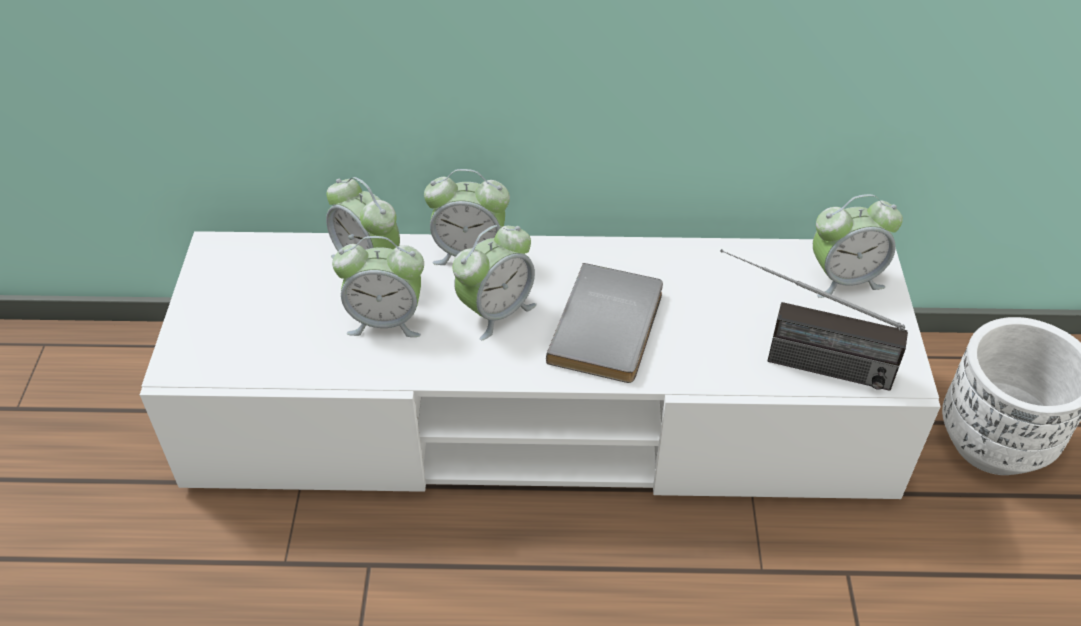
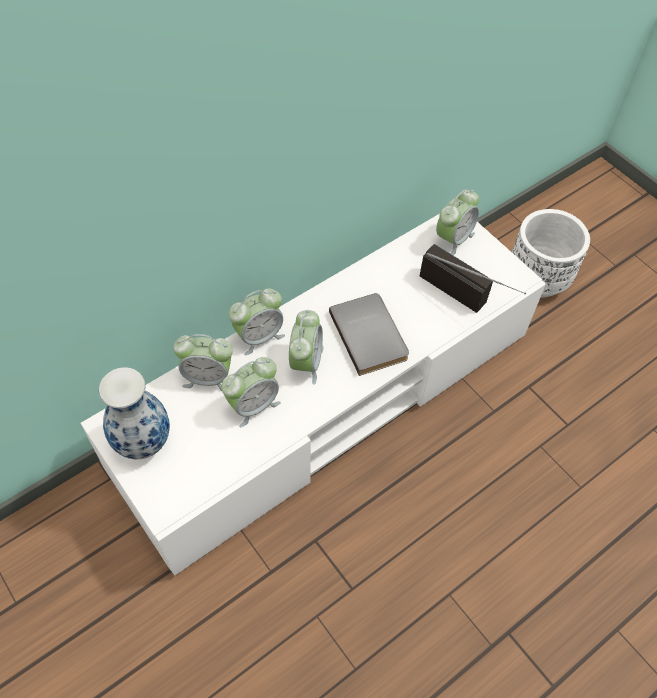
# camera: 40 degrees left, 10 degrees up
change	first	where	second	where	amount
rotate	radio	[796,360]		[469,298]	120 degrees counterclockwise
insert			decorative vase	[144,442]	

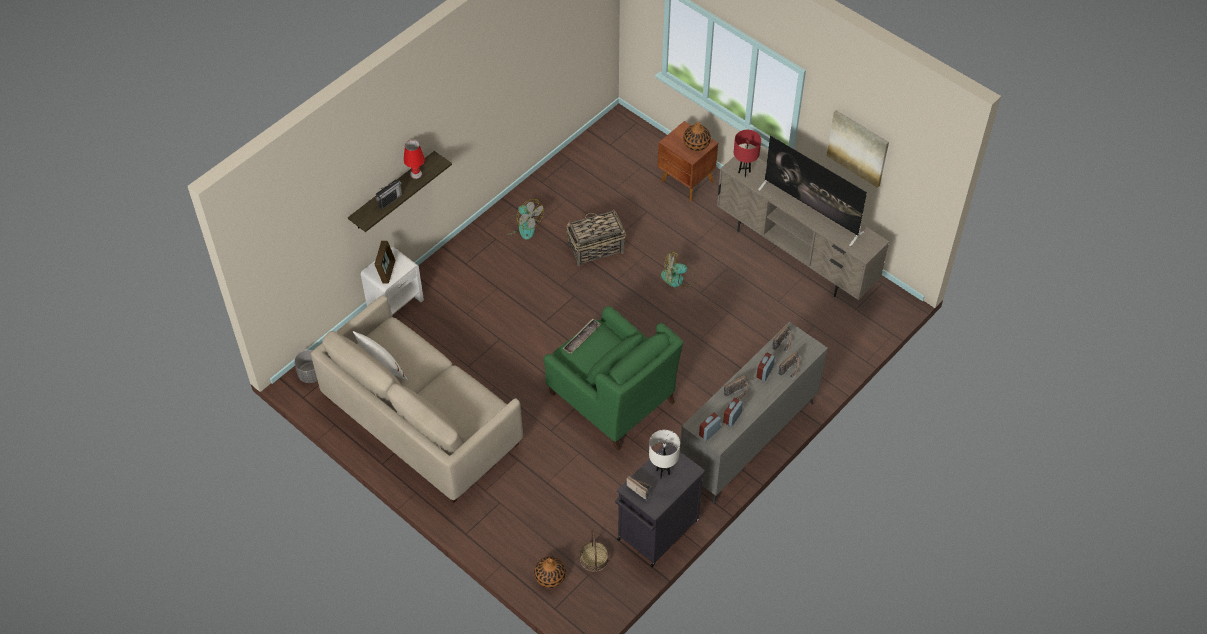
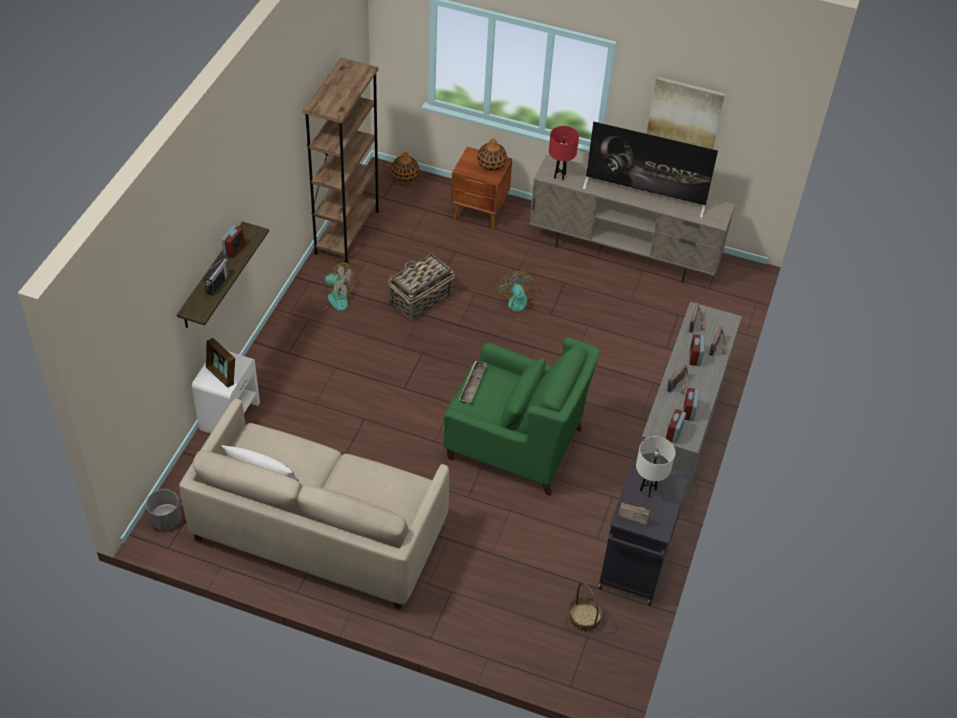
# camera: 25 degrees left, 5 degrees down
change	first	where	second	where	amount
rotate	photo frame	[386,271]		[222,375]	150 degrees clockwise
replace	red table lamp	[416,174]	alarm clock	[234,249]	
move	decorative vase	[550,577]		[405,176]	
rotate	electric fan	[678,278]		[520,307]	90 degrees clockwise
insert			brown-coloured bookshelf	[347,232]	

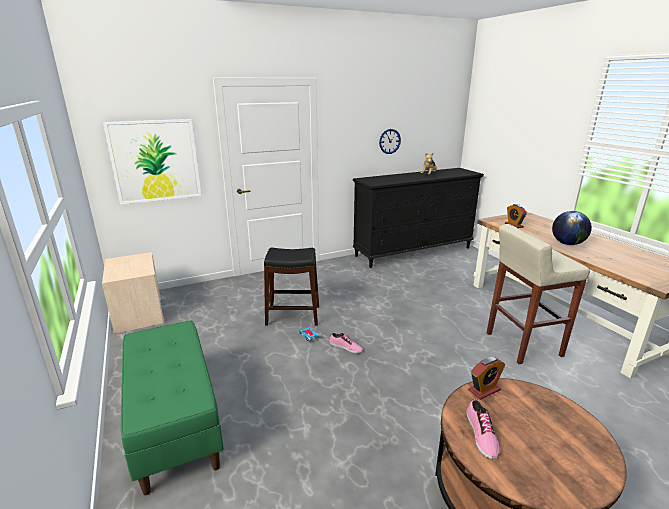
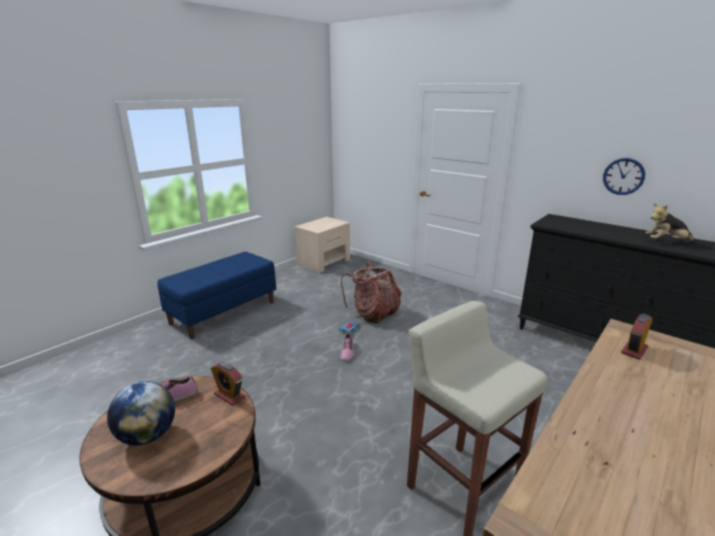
# camera: 65 degrees right, 0 degrees up
change	first	where	second	where	amount
delete	wall picture	[155,161]			
recolor	green-coloured indoor bench	[174,423]	bluish indoor bench	[224,312]	
replace	blackish stool seat	[293,315]	rucksack	[373,313]	
move	world globe	[567,244]		[147,435]	

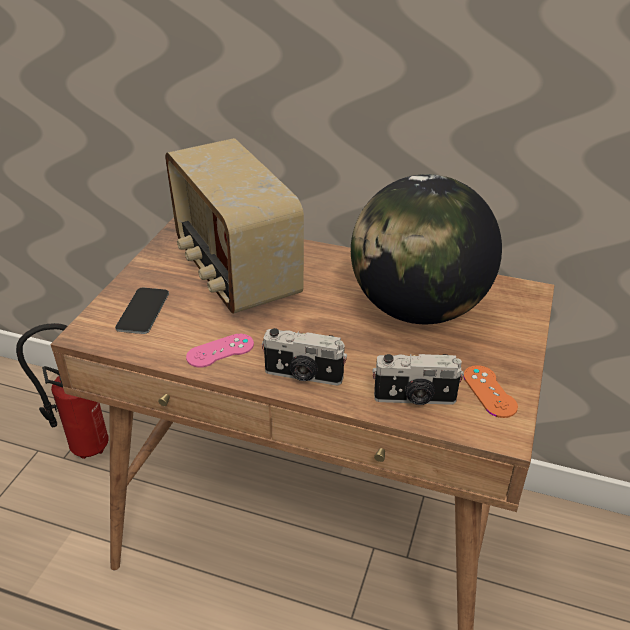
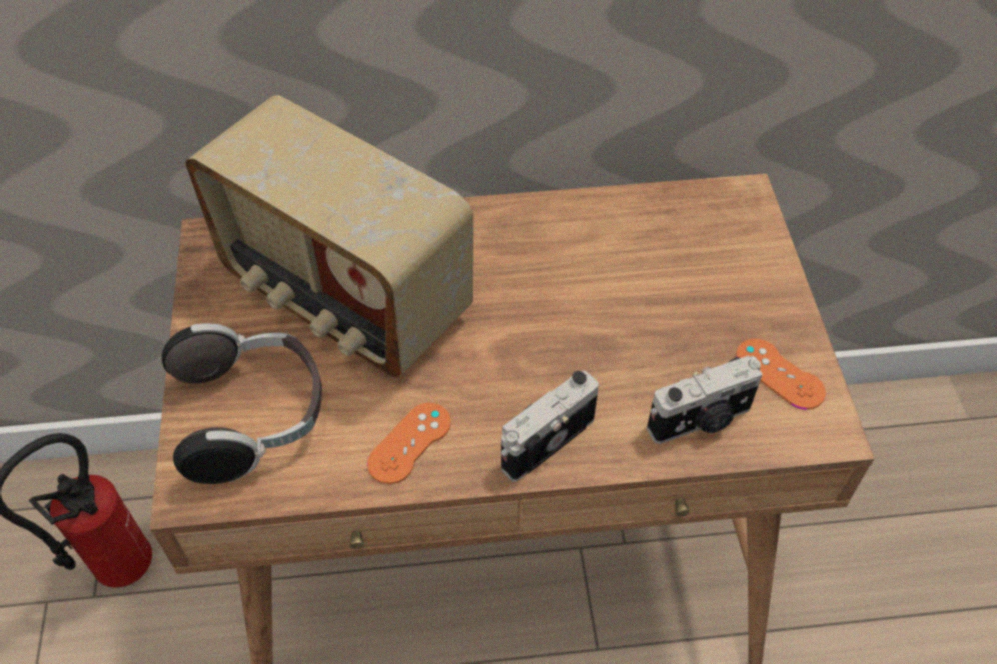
# camera: 25 degrees left, 15 degrees up
change	first	where	second	where	amount
replace	telephone	[143,311]	pair of headphones	[252,416]	
recolor	pinkish joypad	[220,351]	orange joypad	[409,443]	
rotate	still camera	[303,376]		[545,440]	150 degrees clockwise
delete	world globe	[418,309]			

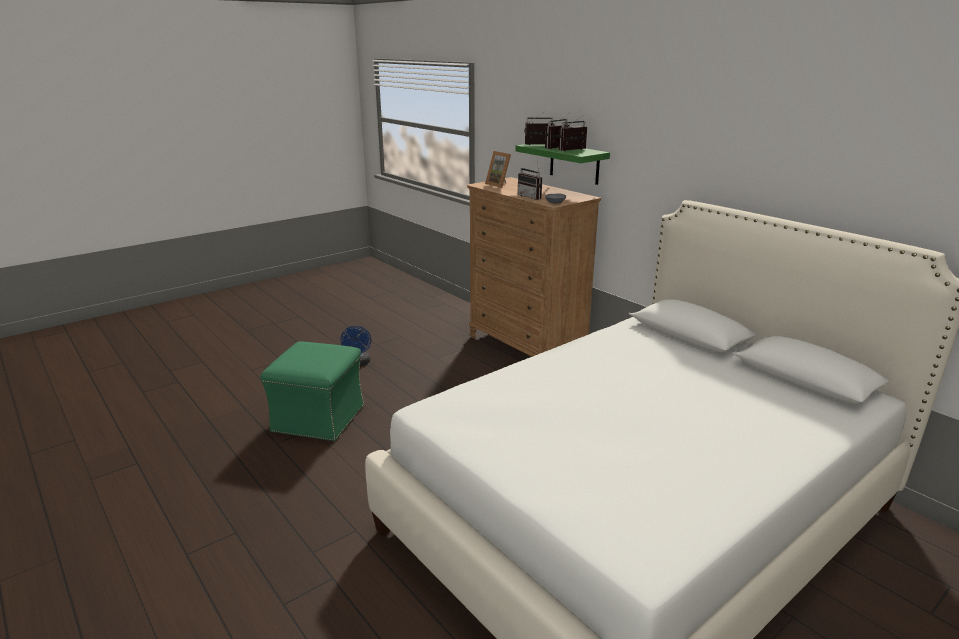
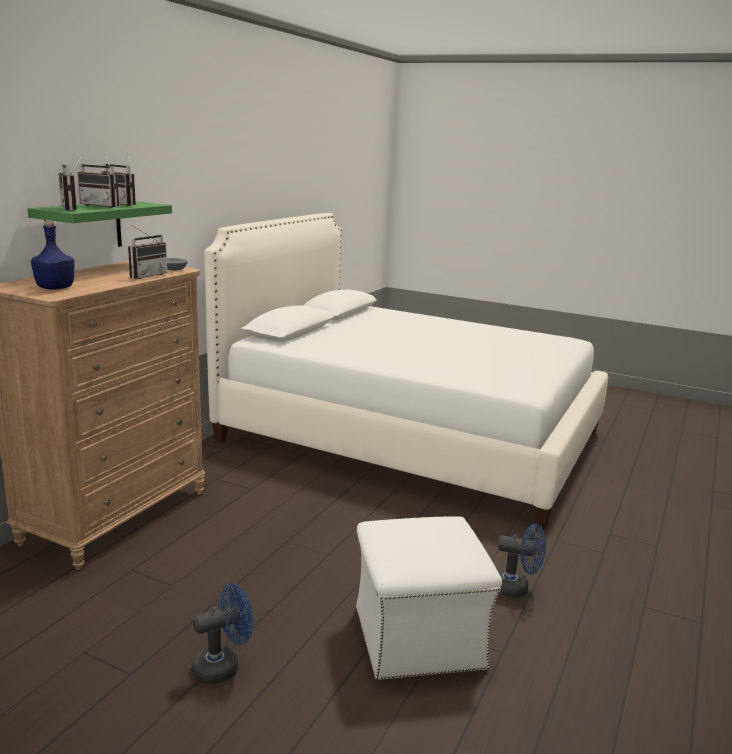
# camera: 115 degrees left, 5 degrees down
change	first	where	second	where	amount
recolor	green-coloured pouffe	[319,418]	white pouffe	[417,638]	
replace	photo frame	[500,185]	bluish bottle	[55,288]	
insert			bluish electric fan	[516,588]	

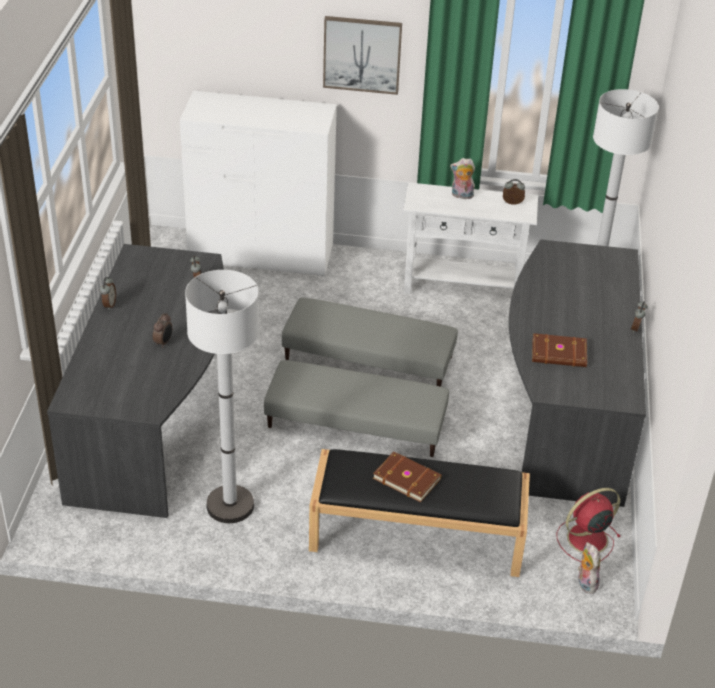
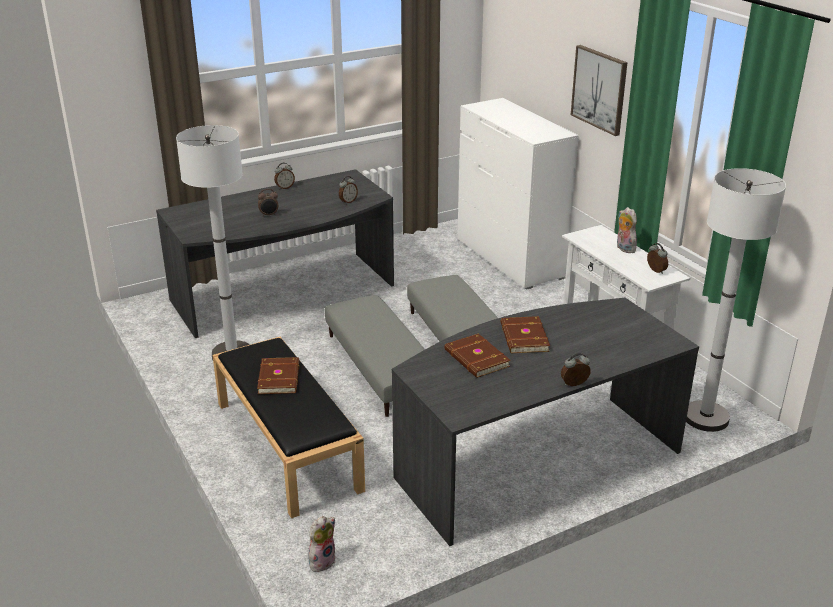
# camera: 55 degrees right, 10 degrees down
change	first	where	second	where	amount
delete	red electric fan	[585,539]			
insert			brown-coloured bound book	[523,338]	

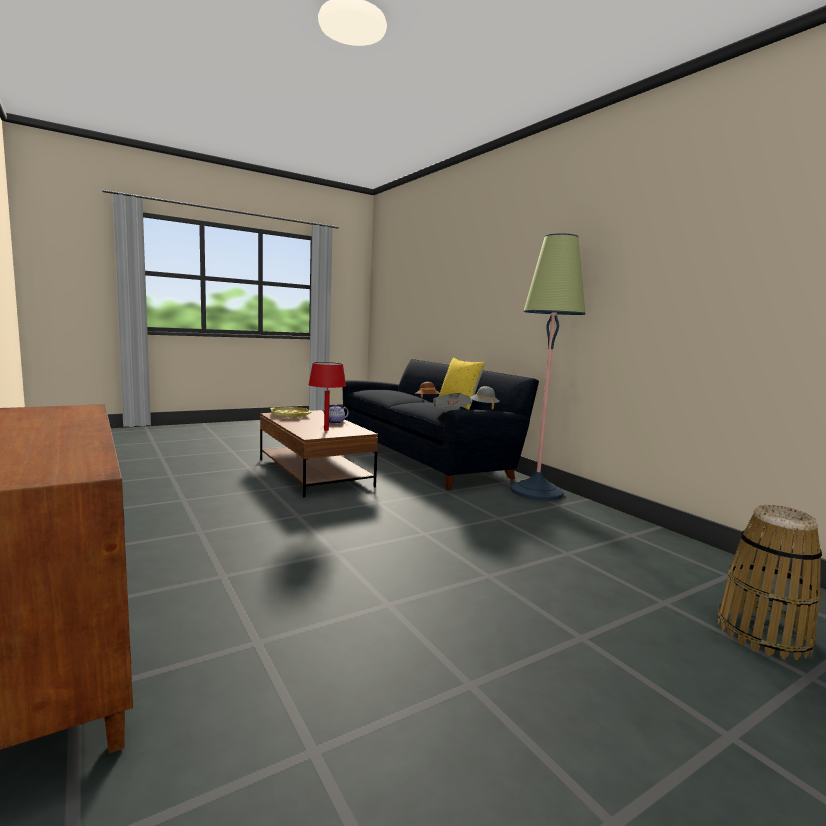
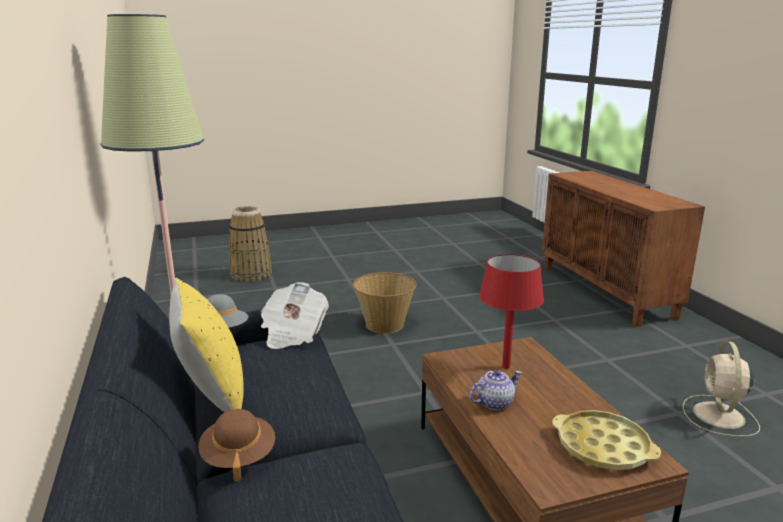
# camera: 165 degrees left, 10 degrees up
change	first	where	second	where	amount
insert			household basket	[384,324]	
insert			beige electric fan	[719,416]	

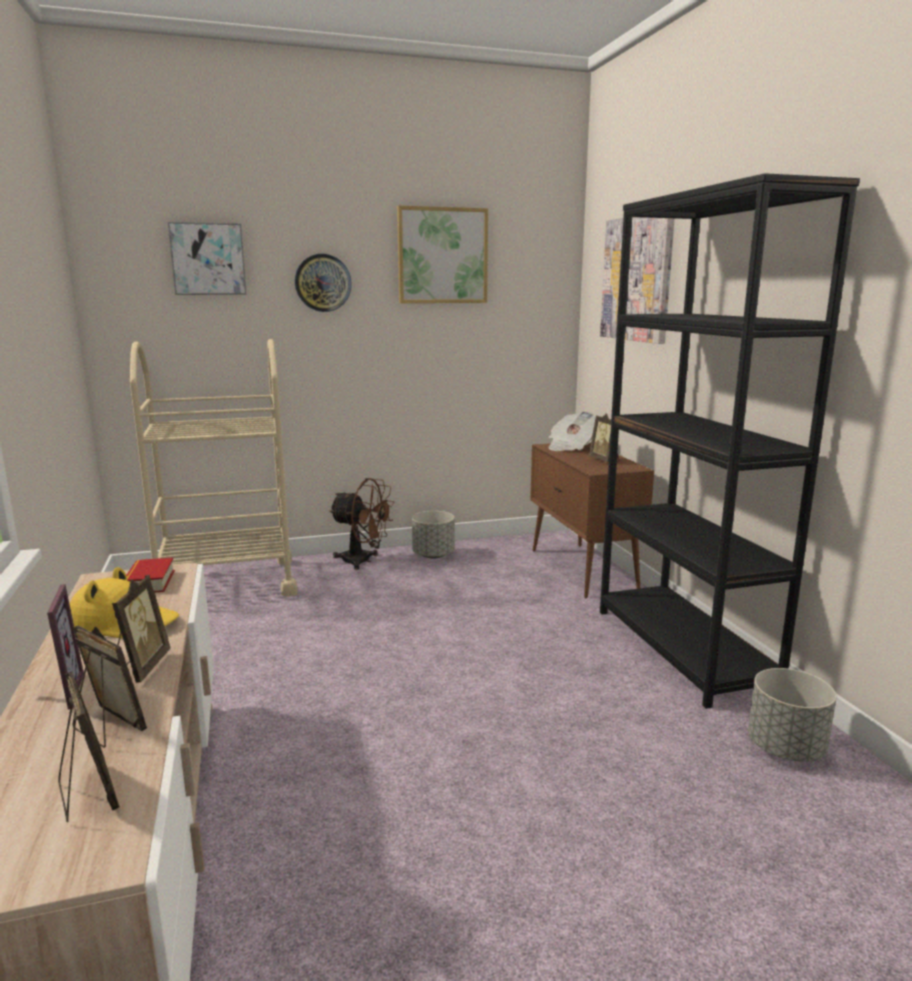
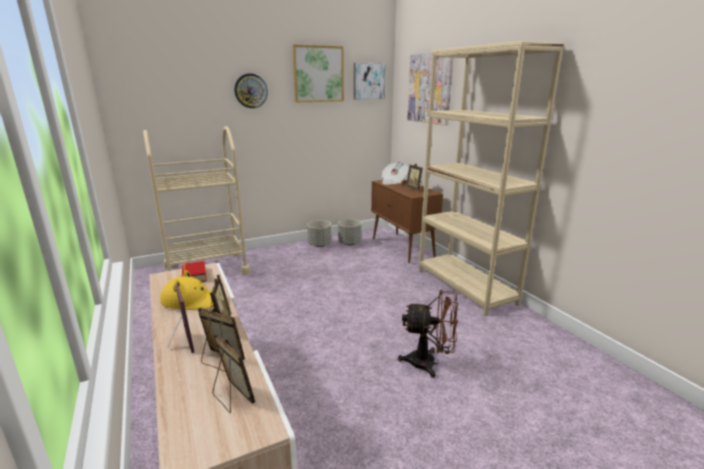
# camera: 10 degrees left, 5 degrees up
change	first	where	second	where	amount
move	wall picture	[208,259]		[368,81]	
move	brown-coloured electric fan	[363,561]		[429,363]	
recolor	blackish bookshelf	[682,649]	beige bookshelf	[465,286]	
move	grey plant pot	[786,748]		[350,243]	

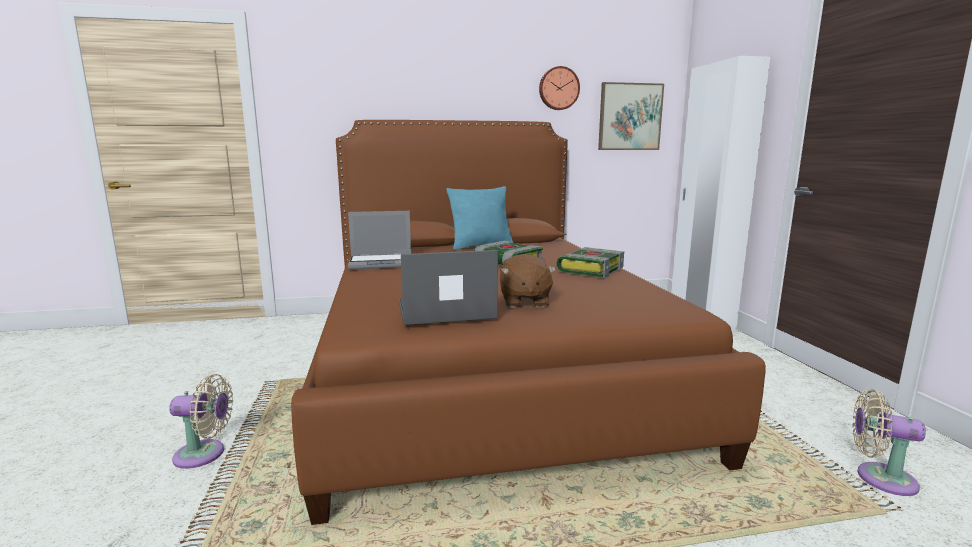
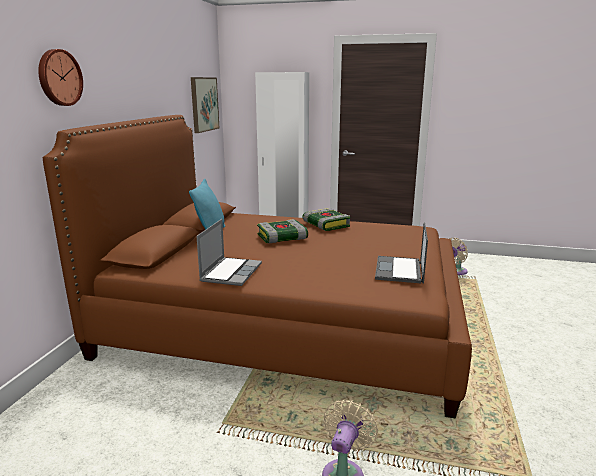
# camera: 65 degrees left, 5 degrees up
change	first	where	second	where	amount
delete	brown-coloured cuddly toy	[524,302]			
move	hanging clock	[558,88]		[59,78]	

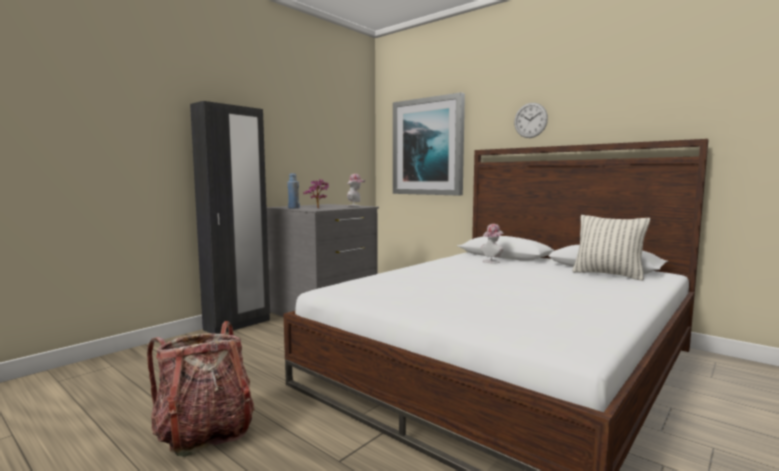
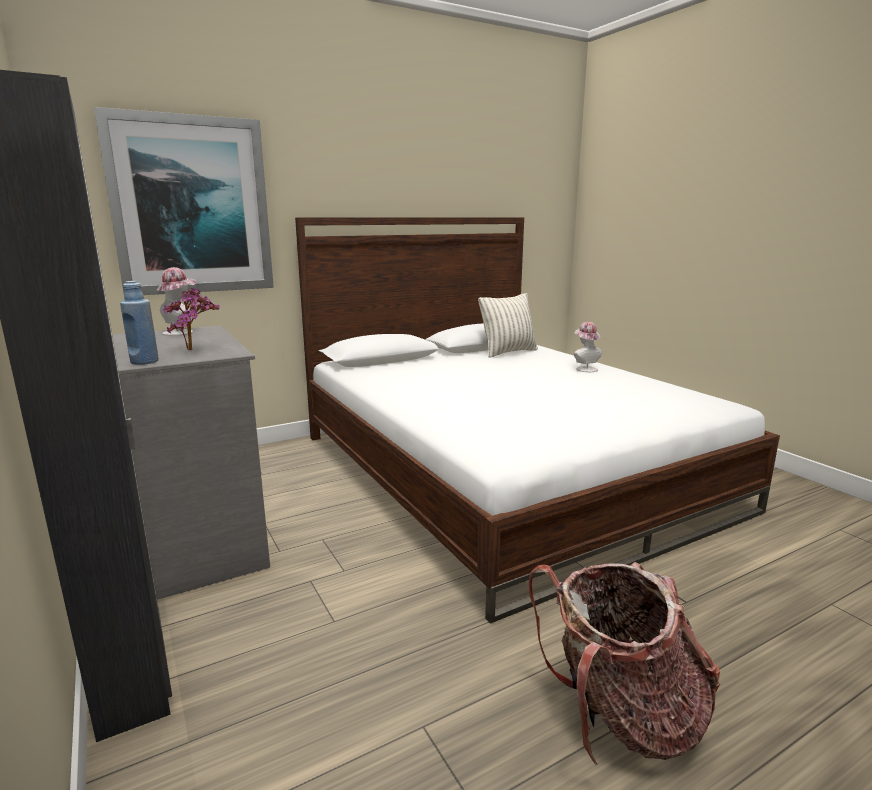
# camera: 70 degrees left, 10 degrees up
change	first	where	second	where	amount
move	hat	[492,261]		[584,368]	
delete	hanging clock	[530,120]			

